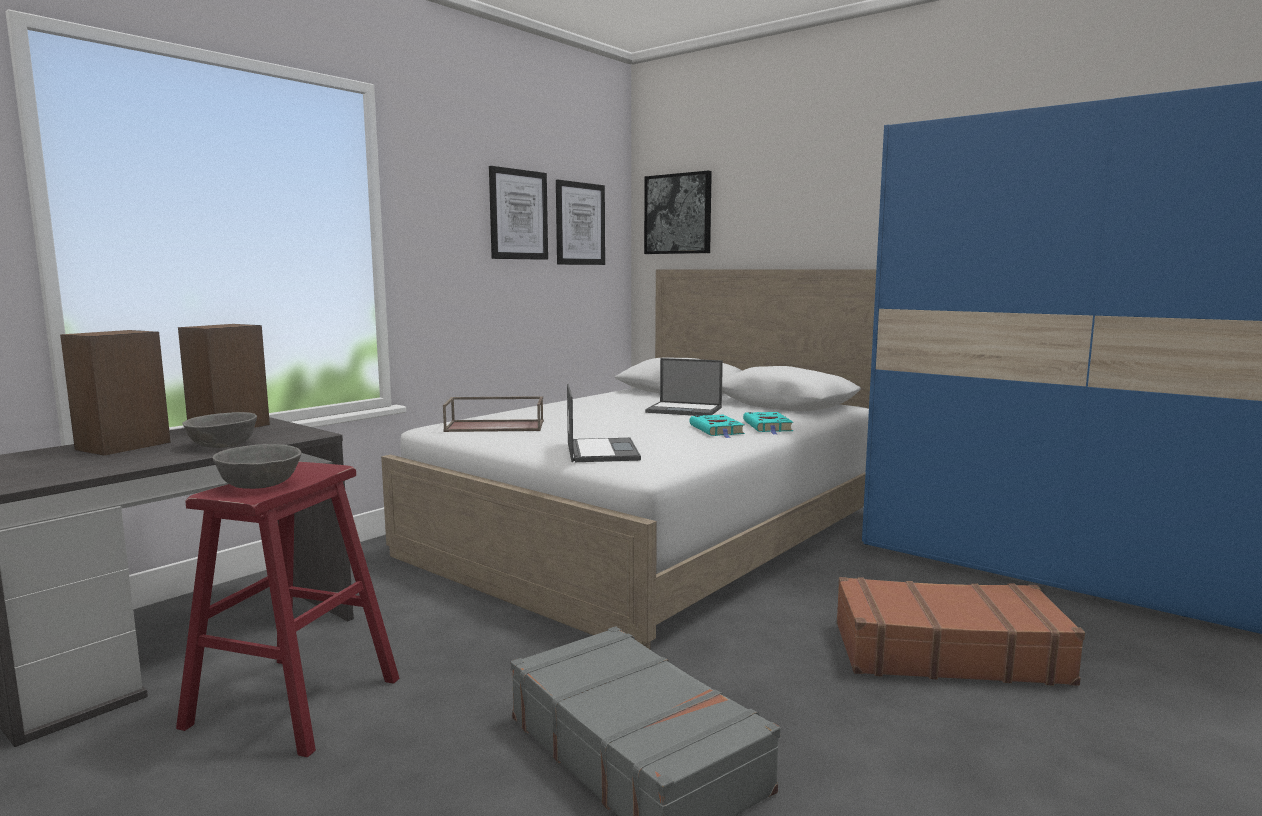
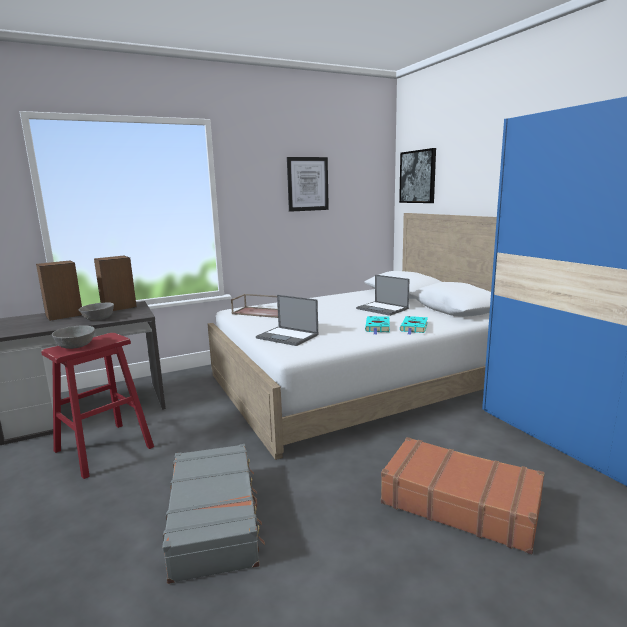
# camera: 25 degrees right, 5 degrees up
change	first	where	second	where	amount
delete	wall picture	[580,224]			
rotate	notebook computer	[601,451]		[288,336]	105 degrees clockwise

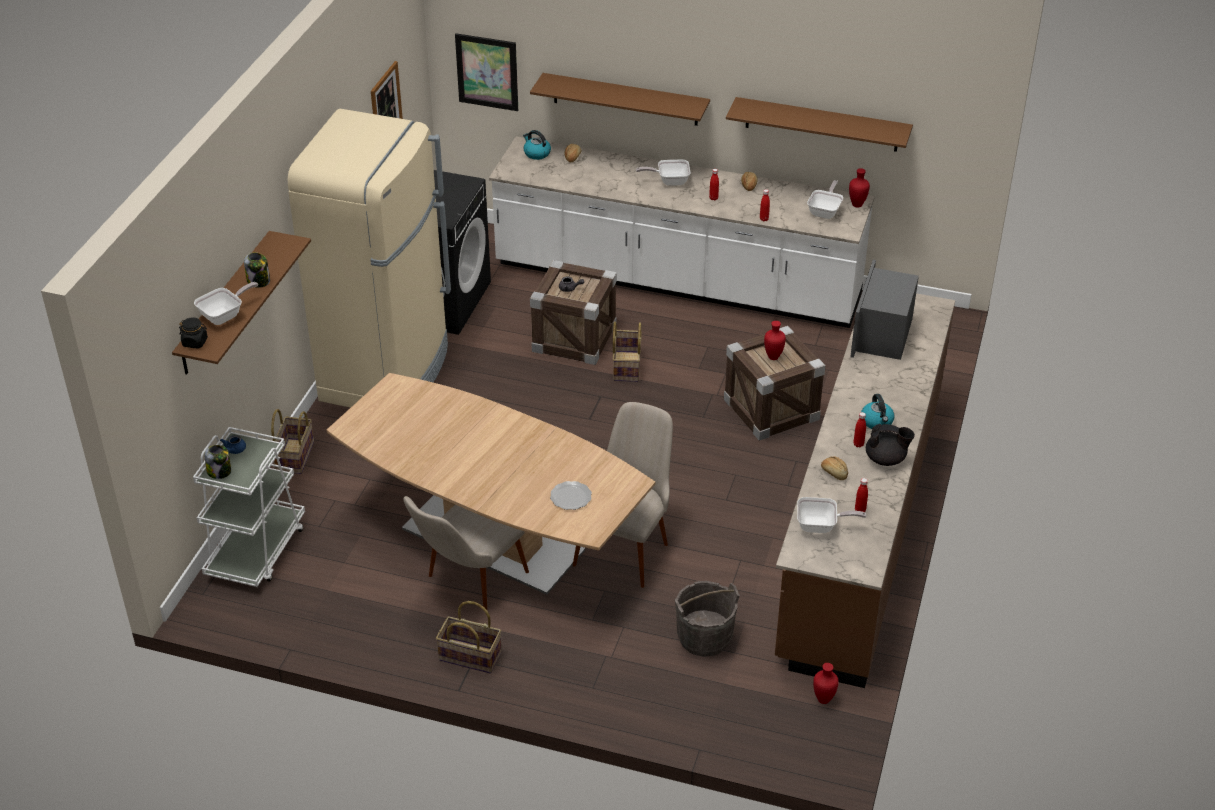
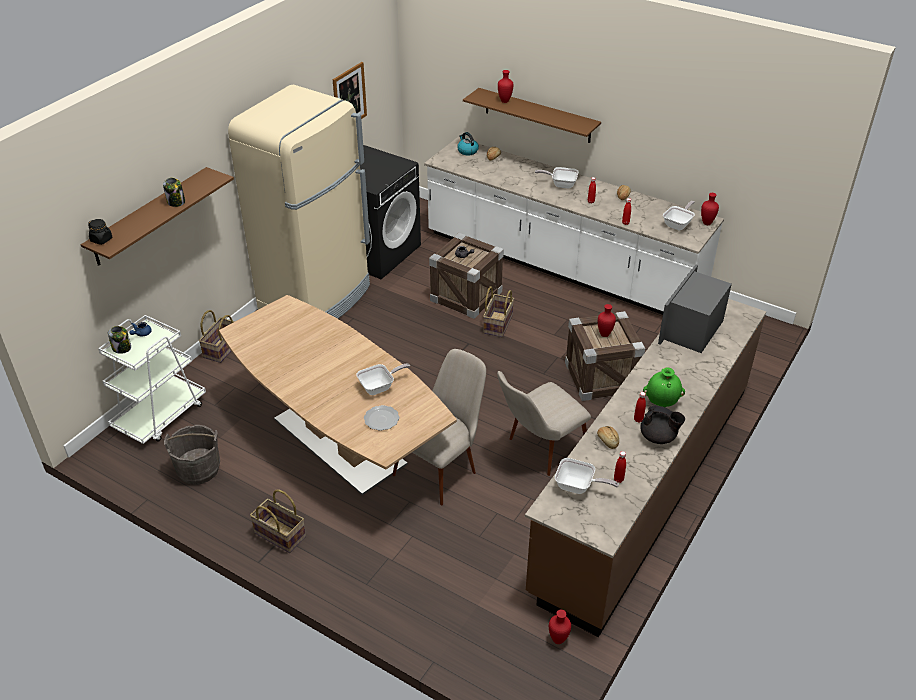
# camera: 15 degrees right, 0 degrees up
change	first	where	second	where	amount
move	pan	[225,315]		[380,387]	
move	beige upright chair	[467,584]		[538,451]	
delete	wall picture	[487,72]			
move	grey pail	[704,637]		[198,470]	
delete	brown-coloured shelf	[821,124]			
replace	kettle	[877,422]	green-coloured decorative vase	[662,403]	
insert			red decorative vase	[505,101]	

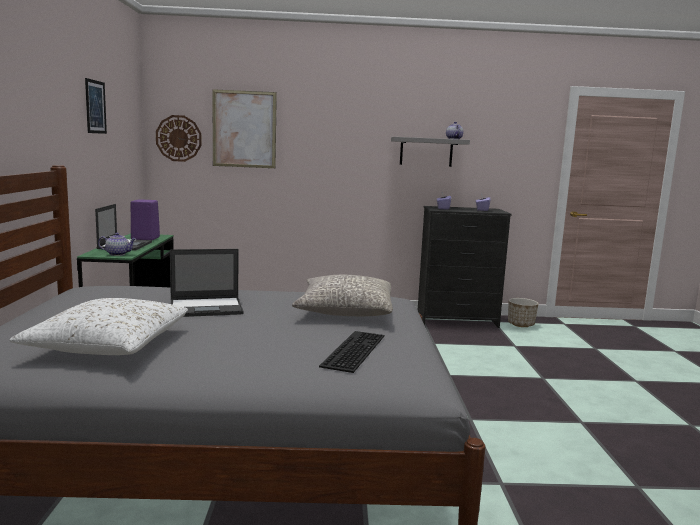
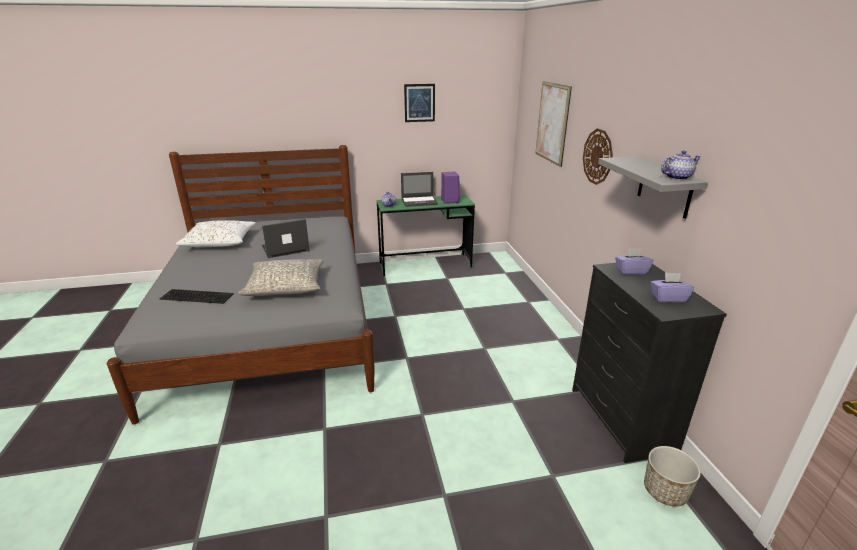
# camera: 80 degrees right, 15 degrees up
change	first	where	second	where	amount
move	hanging clock	[178,138]		[598,156]	
rotate	notebook computer	[207,307]		[285,249]	90 degrees clockwise

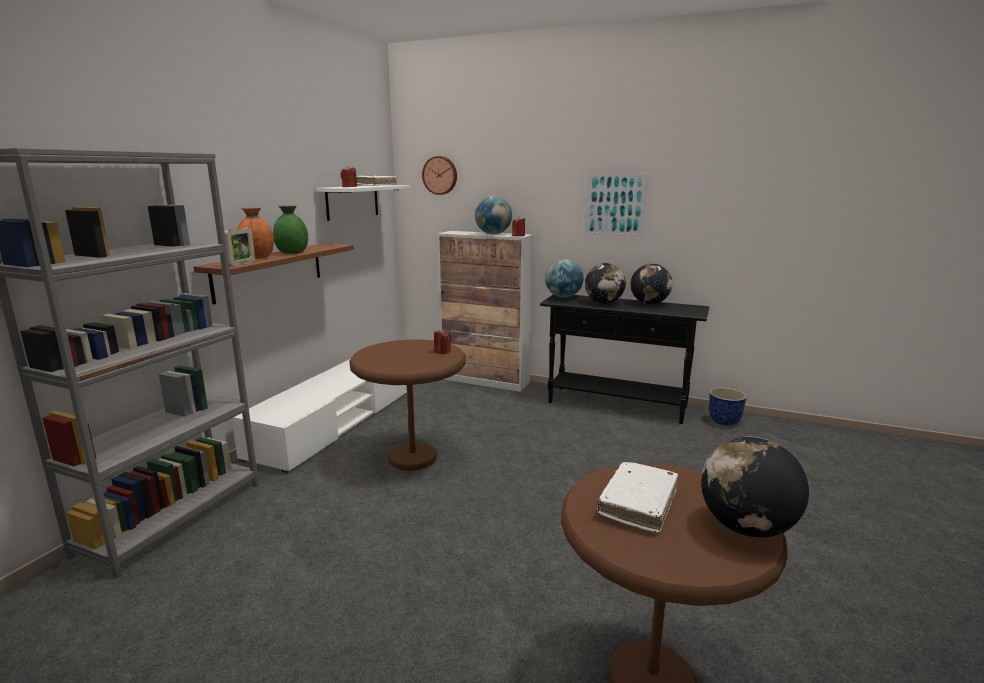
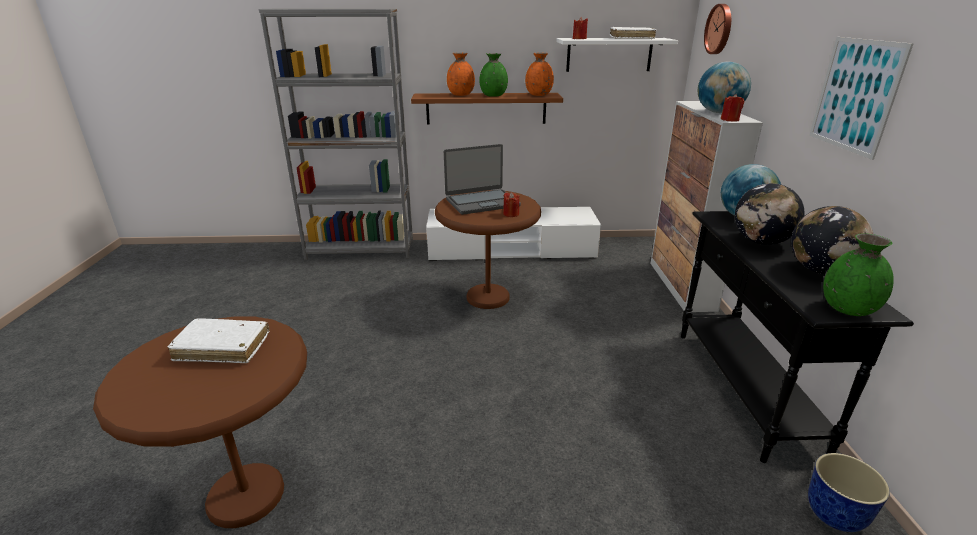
# camera: 65 degrees right, 10 degrees up
change	first	where	second	where	amount
delete	photo frame	[242,264]			
delete	world globe	[746,527]			
insert			notebook computer	[482,202]	
insert			orange decorative vase	[538,95]	
insert			green-coloured decorative vase	[847,309]	

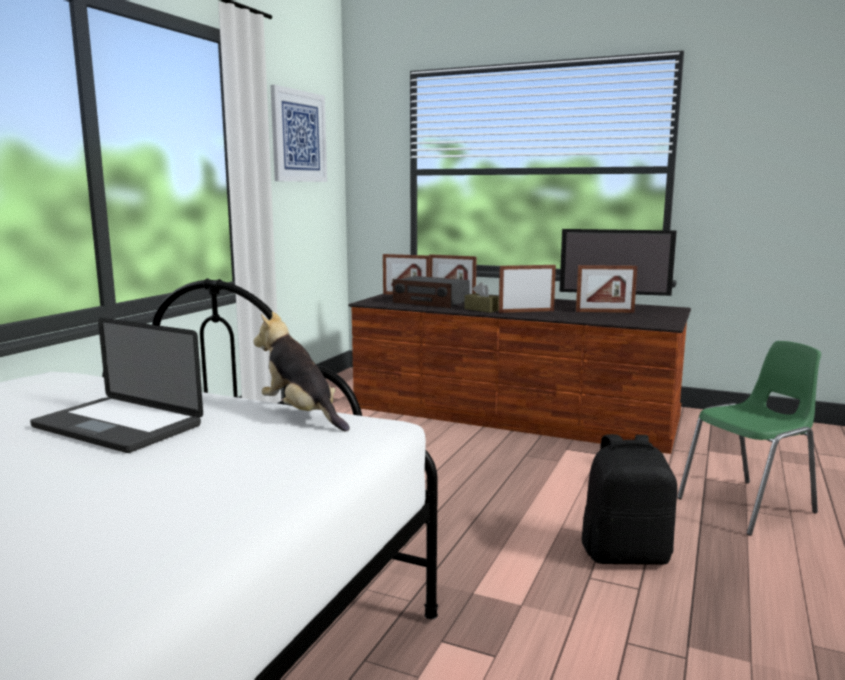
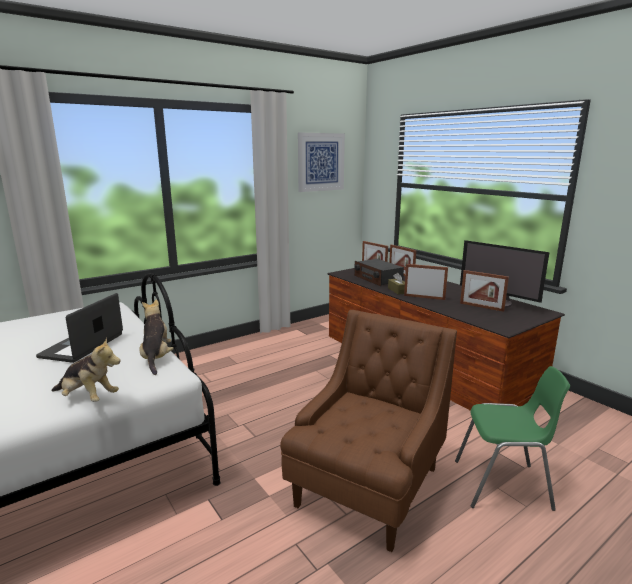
# camera: 30 degrees right, 5 degrees up
change	first	where	second	where	amount
rotate	notebook computer	[117,426]		[82,346]	45 degrees clockwise
replace	blackish rucksack	[626,554]	brown-coloured armchair	[367,488]	
insert			cuddly toy	[88,398]	

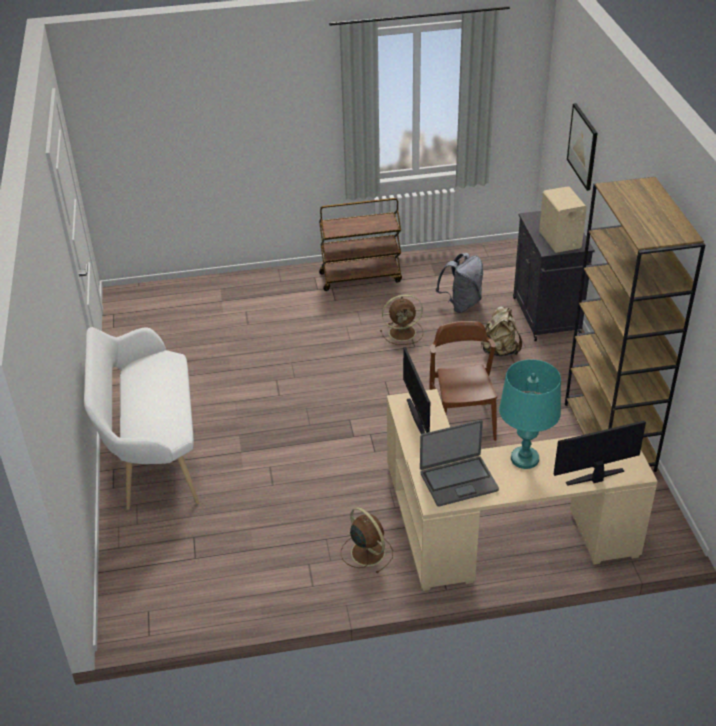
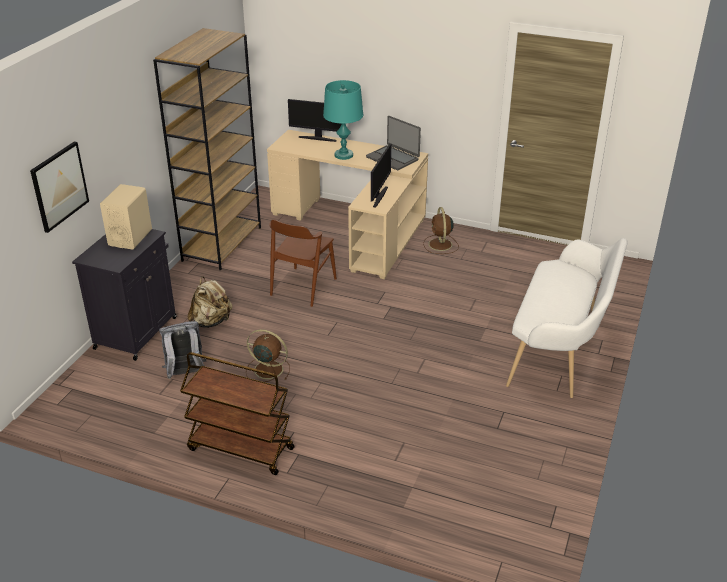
# camera: 150 degrees left, 5 degrees down
change	first	where	second	where	amount
rotate	notebook computer	[458,481]		[393,158]	150 degrees counterclockwise

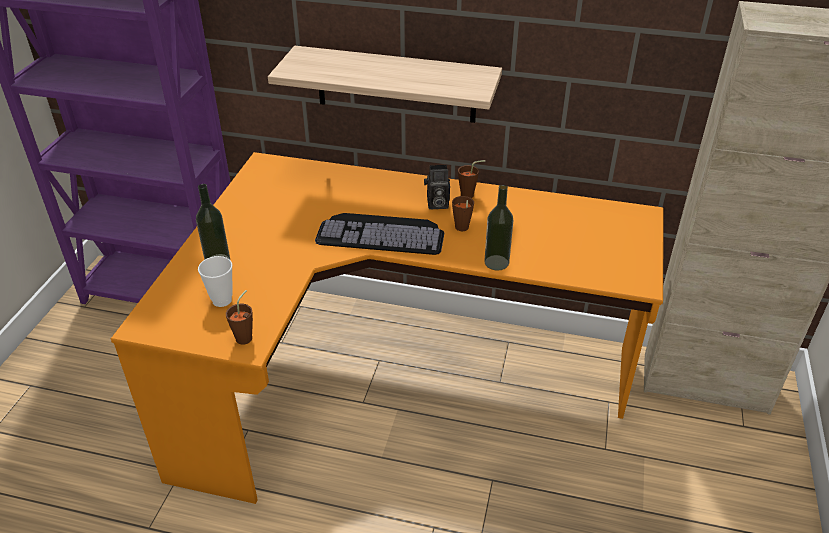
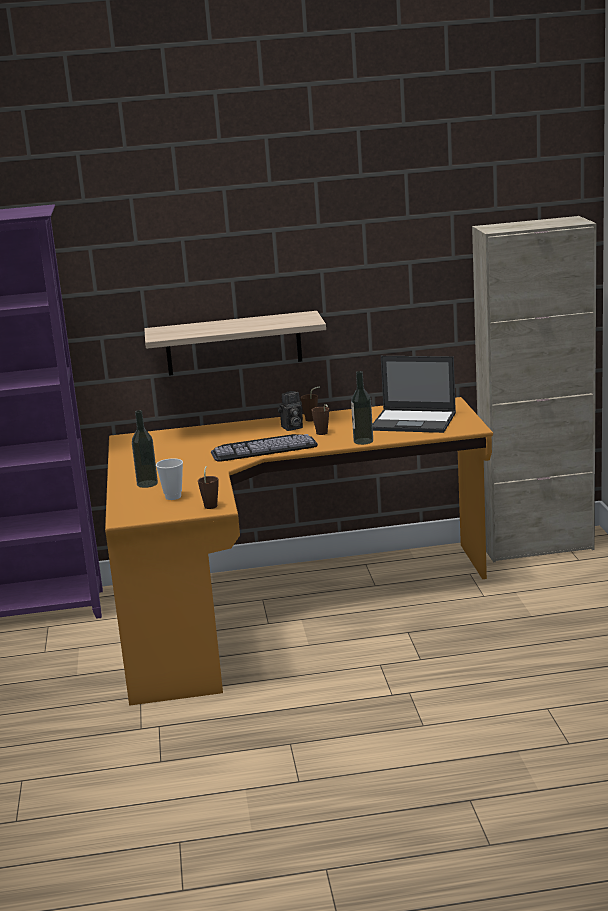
# camera: 20 degrees left, 20 degrees down
change	first	where	second	where	amount
insert			notebook computer	[414,421]	

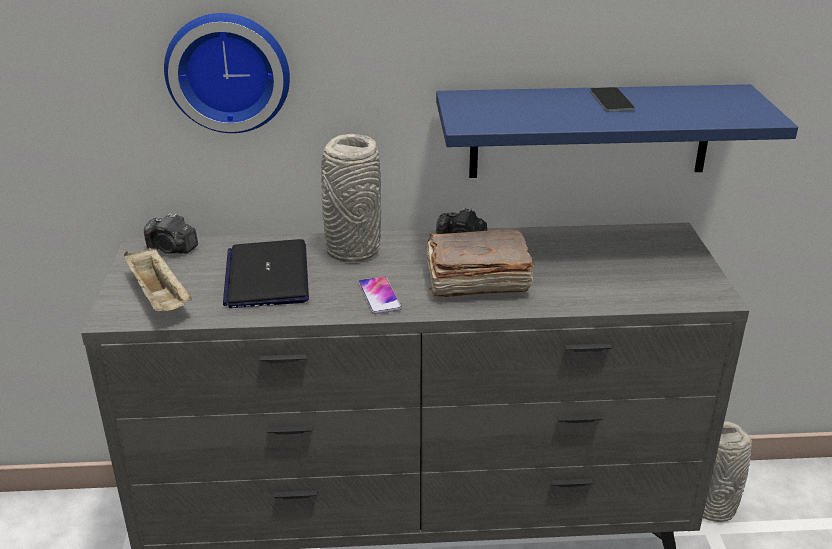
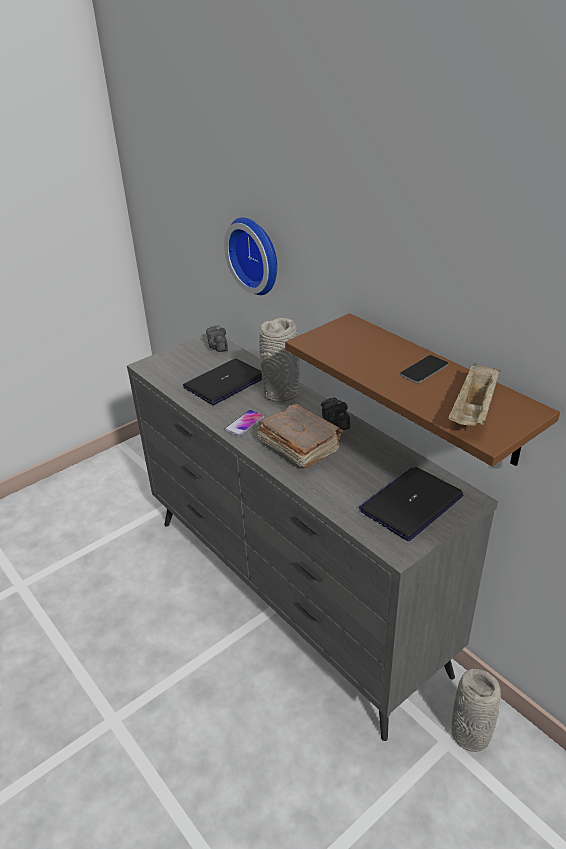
# camera: 55 degrees right, 5 degrees up
change	first	where	second	where	amount
move	beige carrying tray	[160,298]		[473,411]	
recolor	bluish shelf	[590,131]	brown-coloured shelf	[438,389]	
insert			notebook computer	[411,504]	

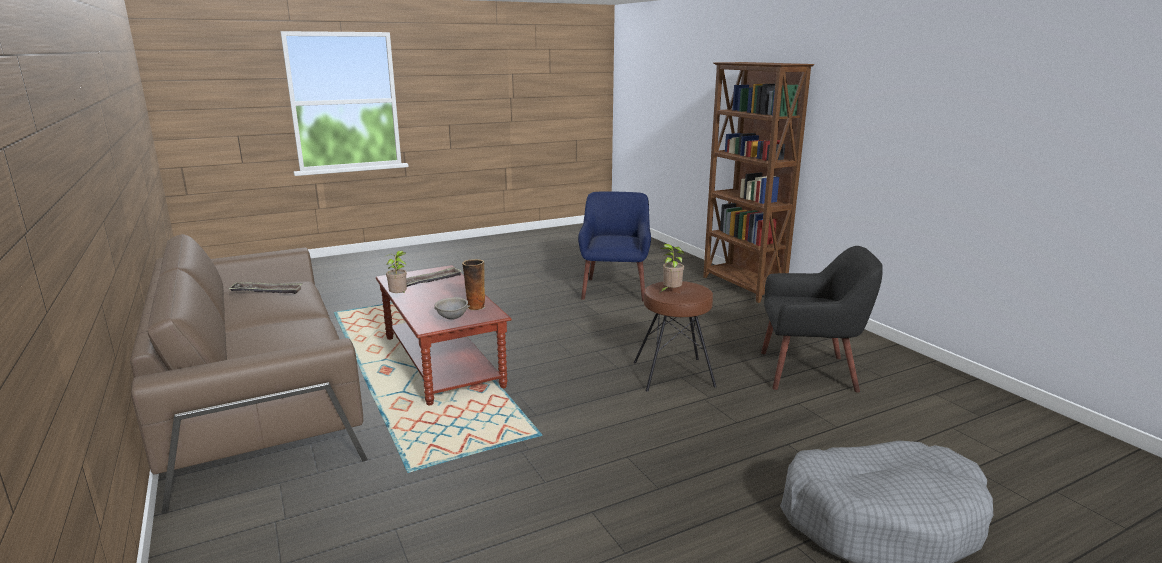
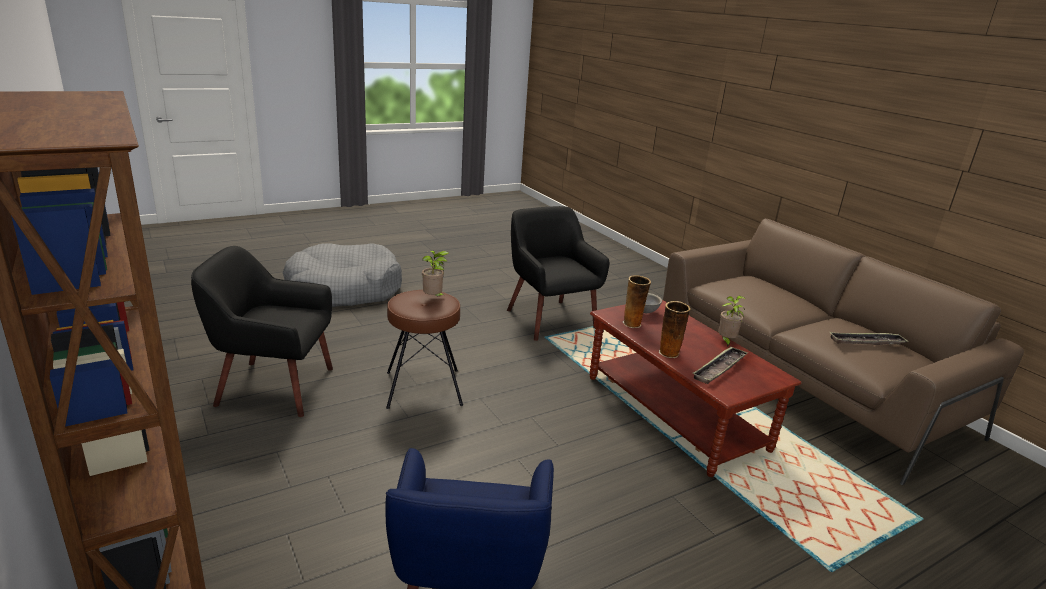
# camera: 175 degrees right, 5 degrees up
change	first	where	second	where	amount
insert			blackish armchair	[549,319]	
insert			decorative vase	[669,353]	

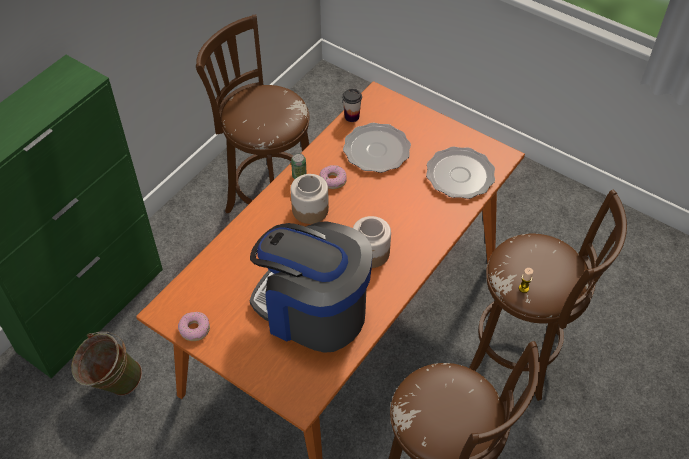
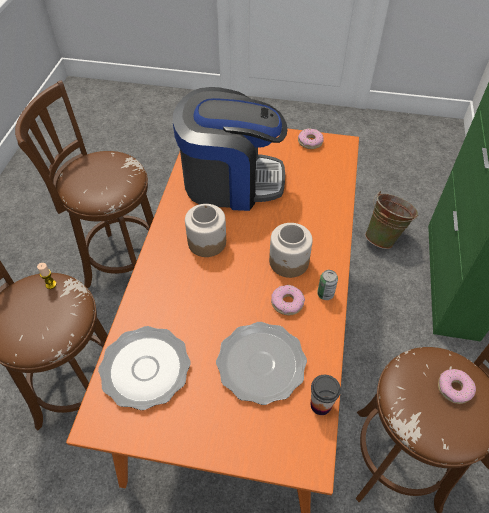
# camera: 155 degrees right, 0 degrees up
change	first	where	second	where	amount
insert			ring doughnut	[454,388]	

